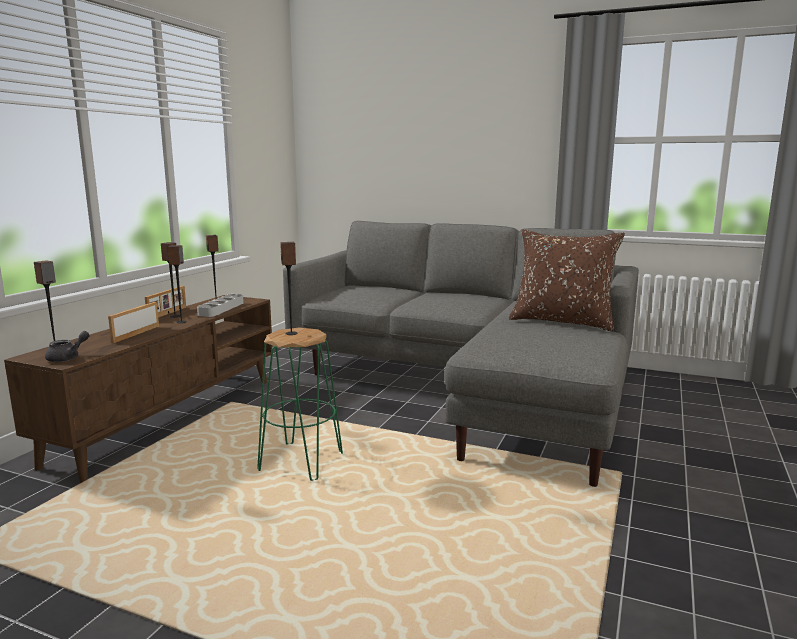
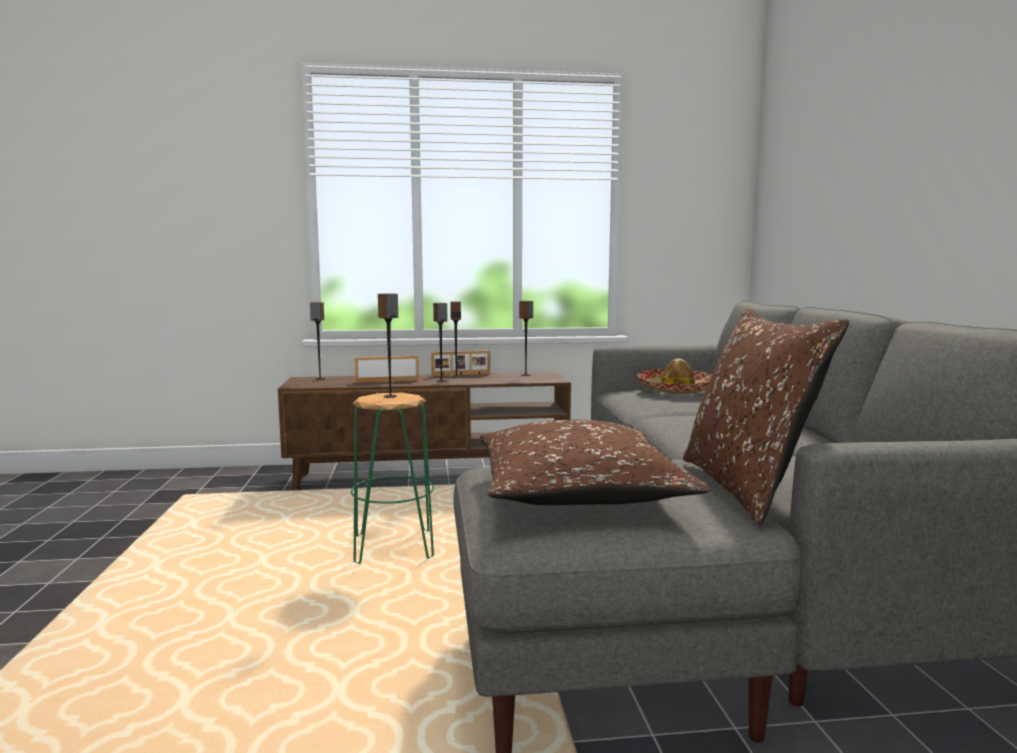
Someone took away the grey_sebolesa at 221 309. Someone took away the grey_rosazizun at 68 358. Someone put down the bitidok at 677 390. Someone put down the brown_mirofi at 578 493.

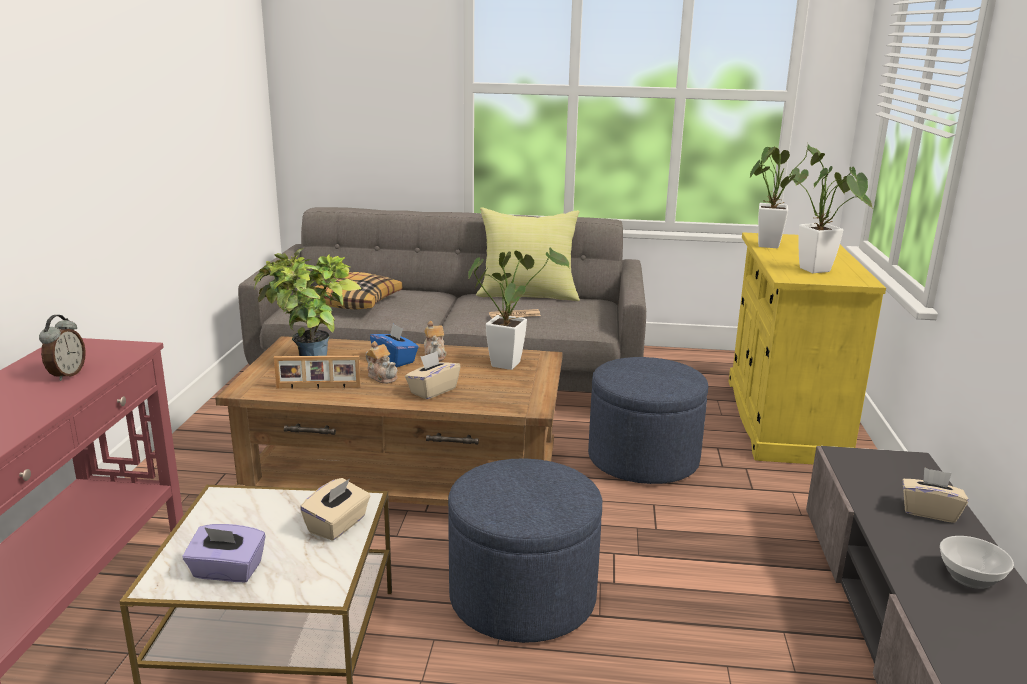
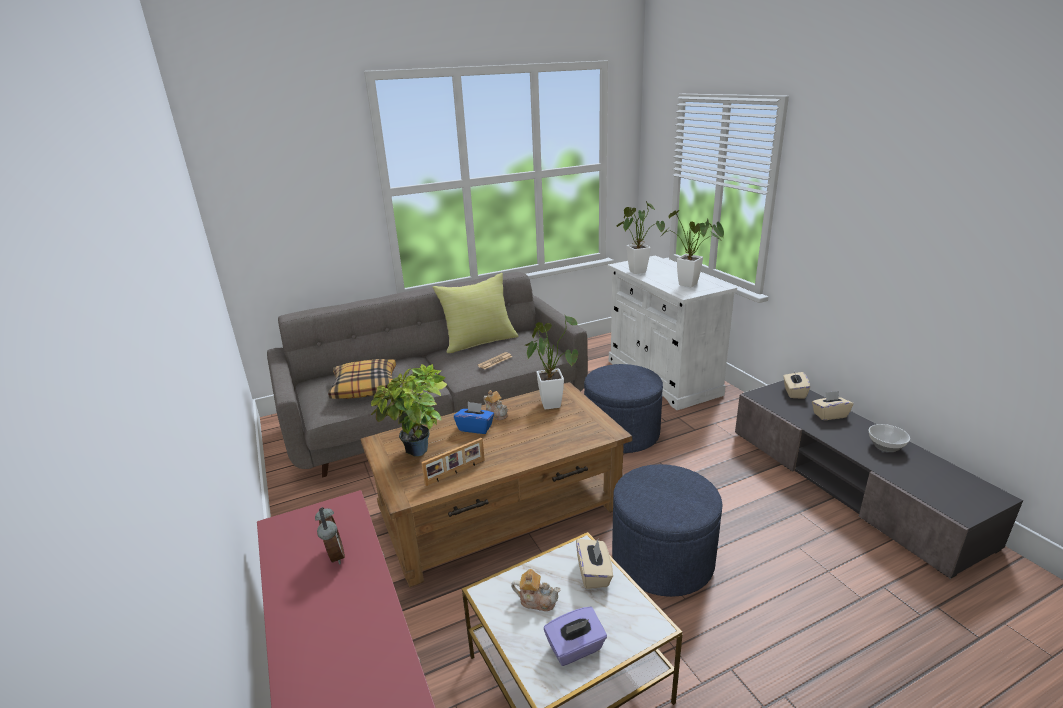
Someone repainted the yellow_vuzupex at 783 420, which became the white_vuzupex at 662 377. Someone carried the rosazizun from 382 376 to 537 600. Someone carried the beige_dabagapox from 432 391 to 794 392.

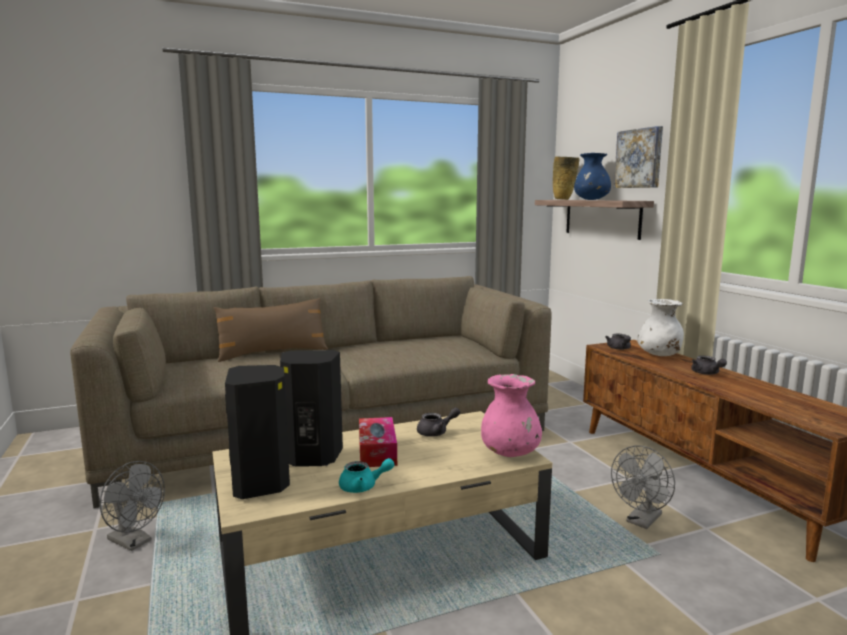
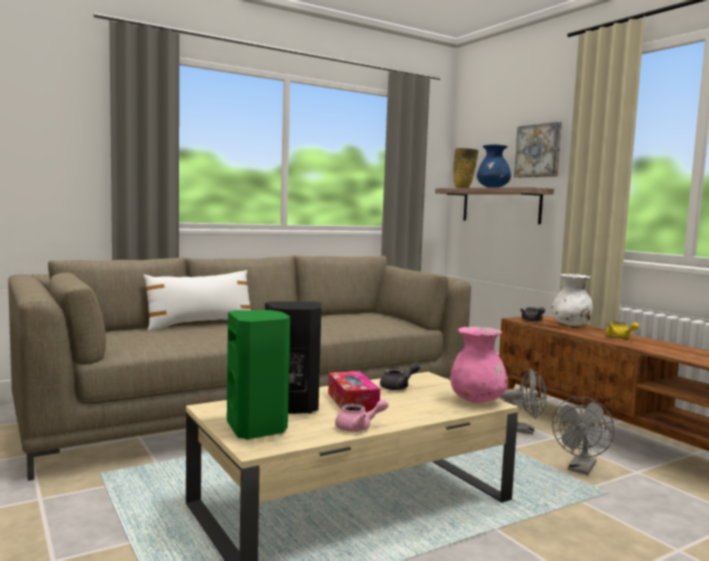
Someone repainted the brown_mirofi at 273 353, which became the white_mirofi at 200 324. Someone repainted the grey_rosazizun at 707 373, which became the yellow_rosazizun at 620 337. Someone repainted the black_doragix at 262 484, which became the green_doragix at 258 428. Someone repainted the turquoise_rosazizun at 363 487, which became the pink_rosazizun at 359 428. Someone carried the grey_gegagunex from 134 542 to 524 430.

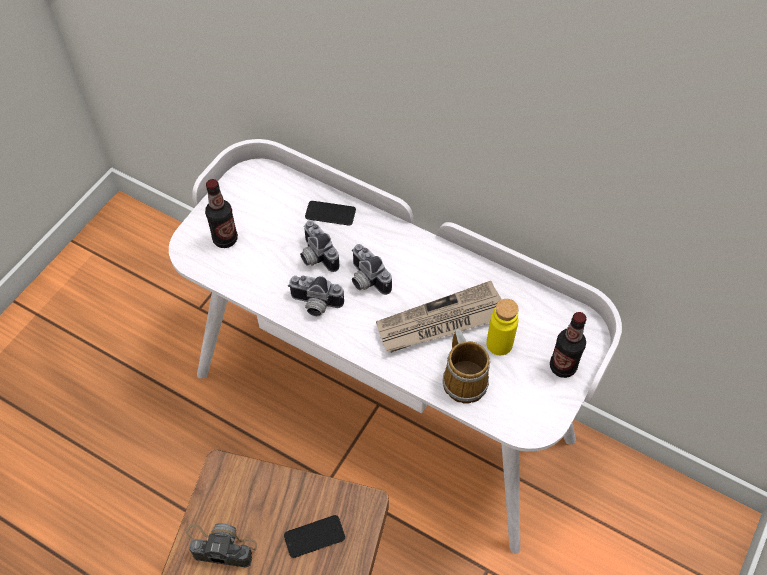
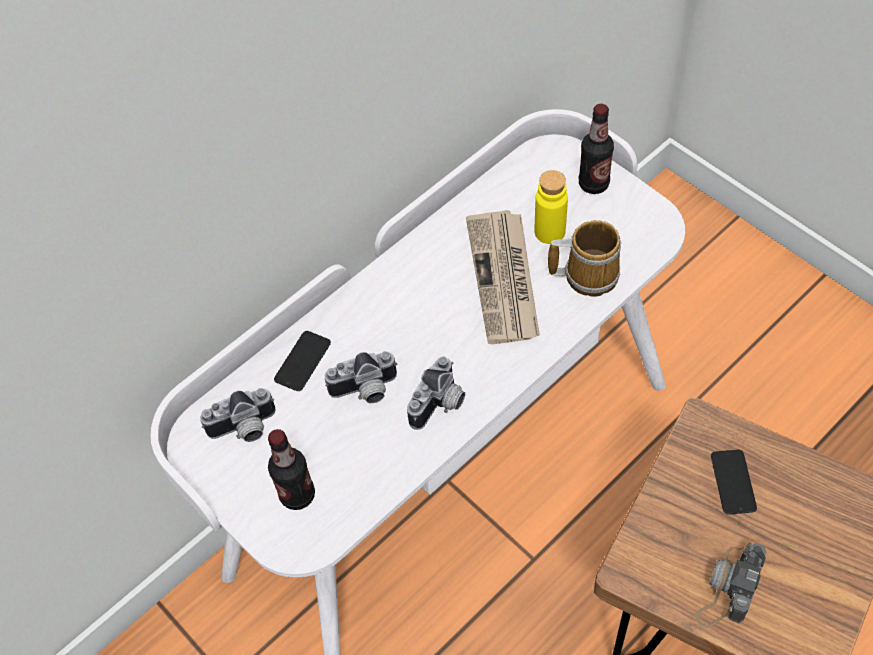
Someone carried the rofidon from 365 280 to 244 429.

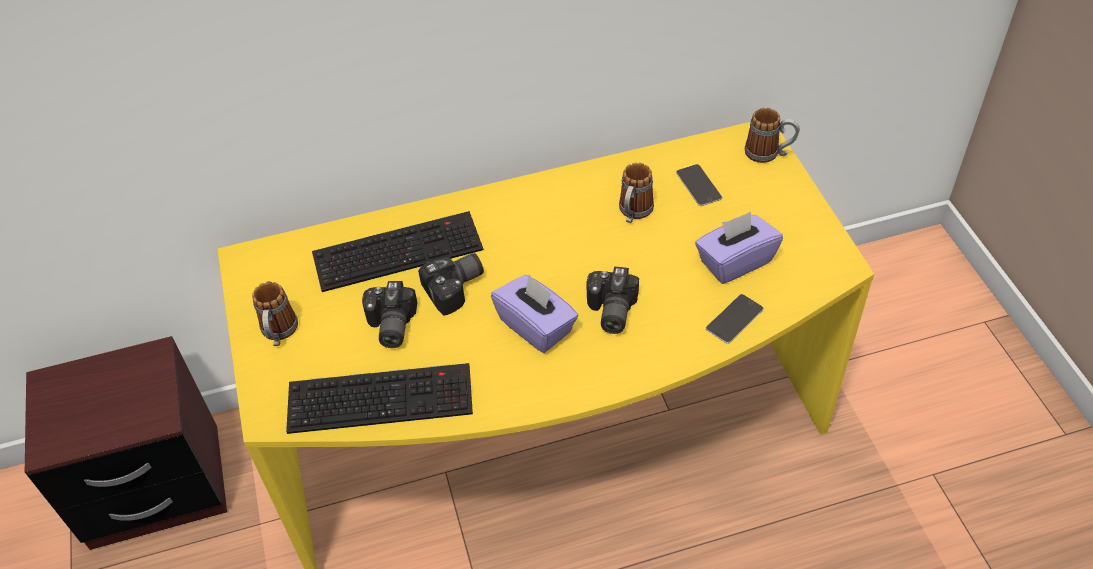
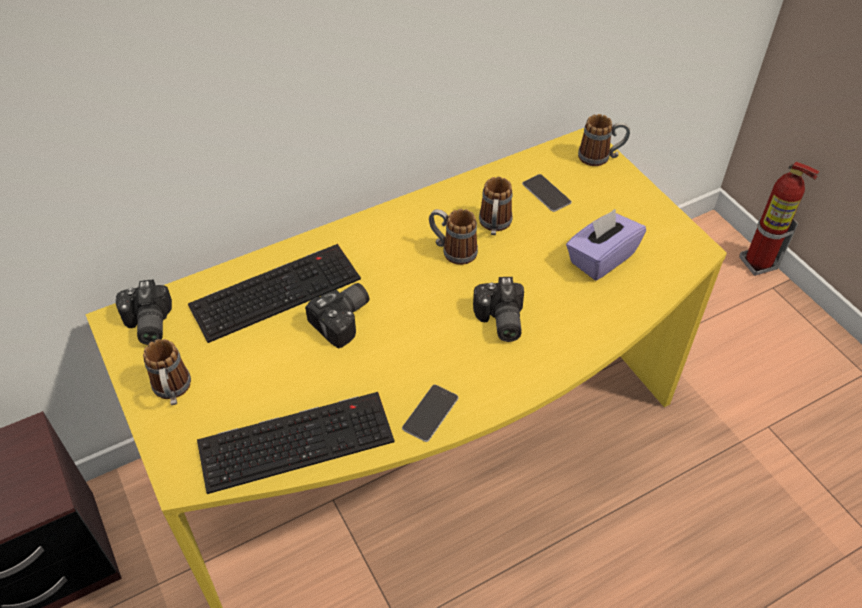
Someone took away the purple_dabagapox at 536 326. Someone carried the rofidon from 389 326 to 146 325. Someone carried the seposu from 734 319 to 430 413. Someone put down the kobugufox at 758 264. Someone put down the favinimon at 452 250.

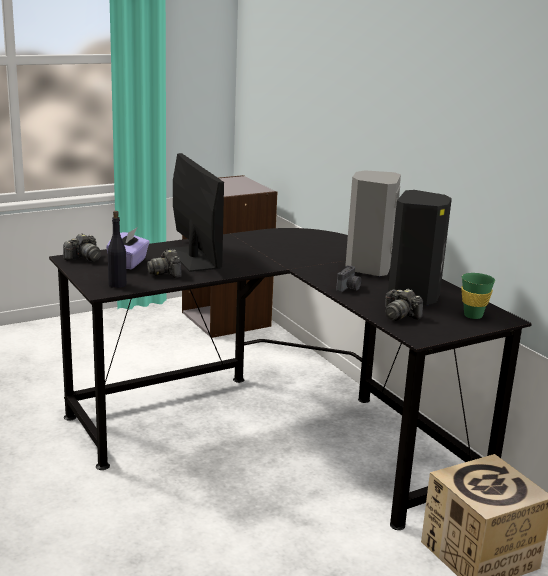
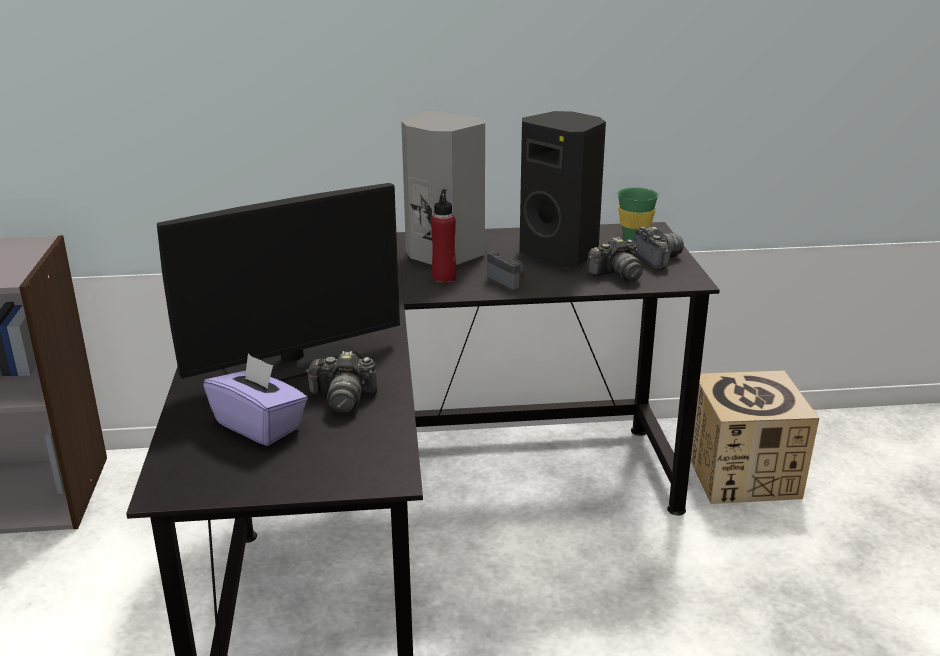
Someone rotated the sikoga at 193 258 by 150 degrees clockwise. Someone took away the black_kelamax at 117 285. Someone carried the rofidon from 84 258 to 657 259. Someone put down the red_kelamax at 444 277.

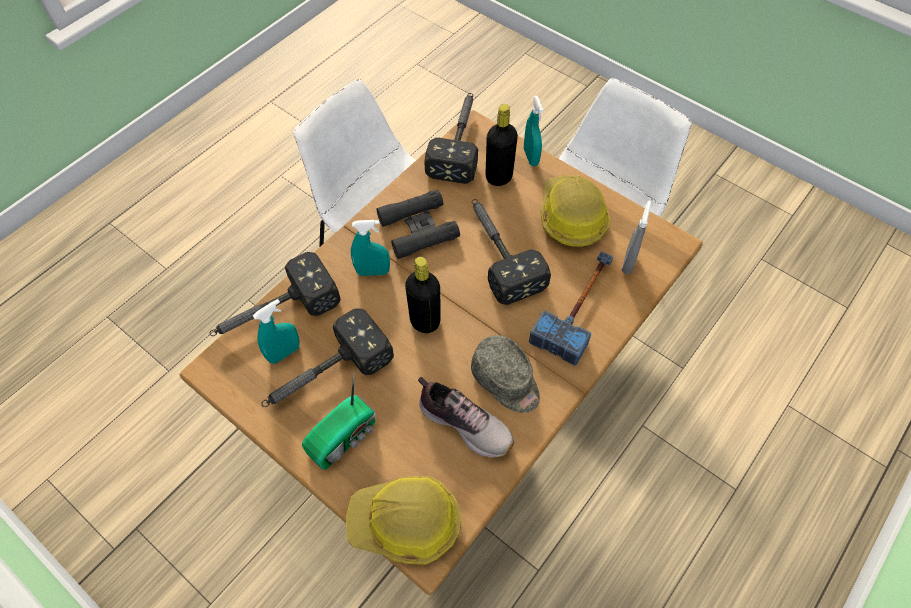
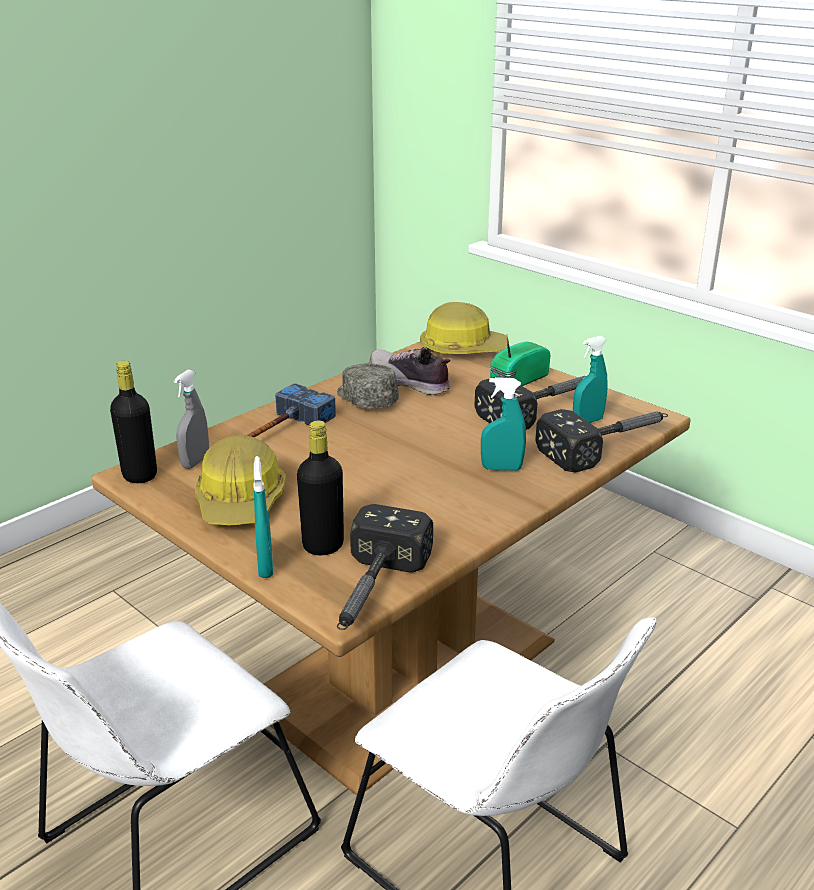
Someone took away the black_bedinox at 418 229. Someone took away the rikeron at 498 252. Someone carried the black_kelamax from 425 321 to 140 475.

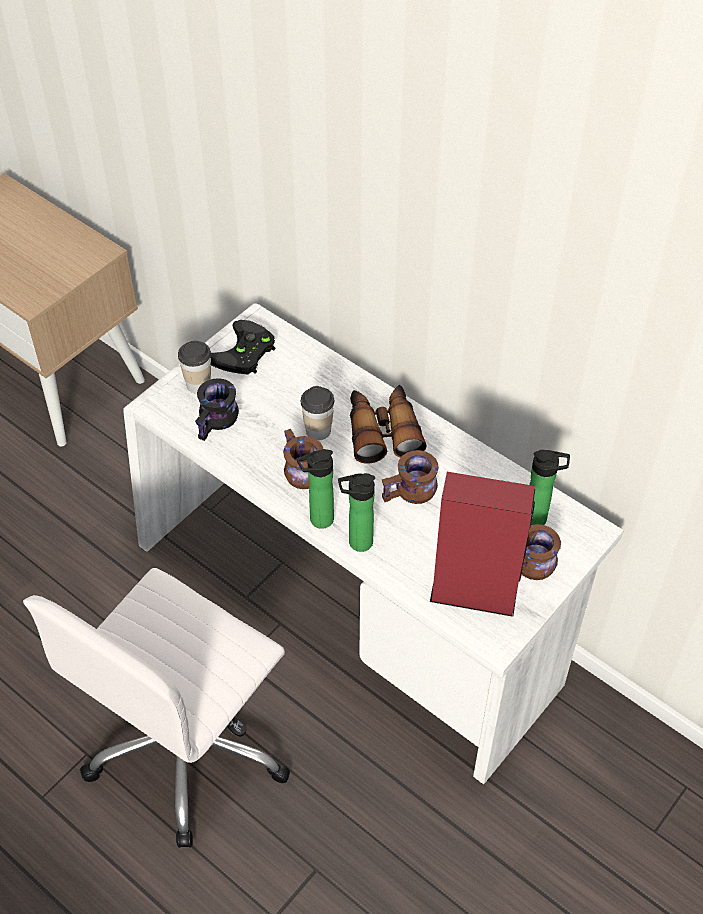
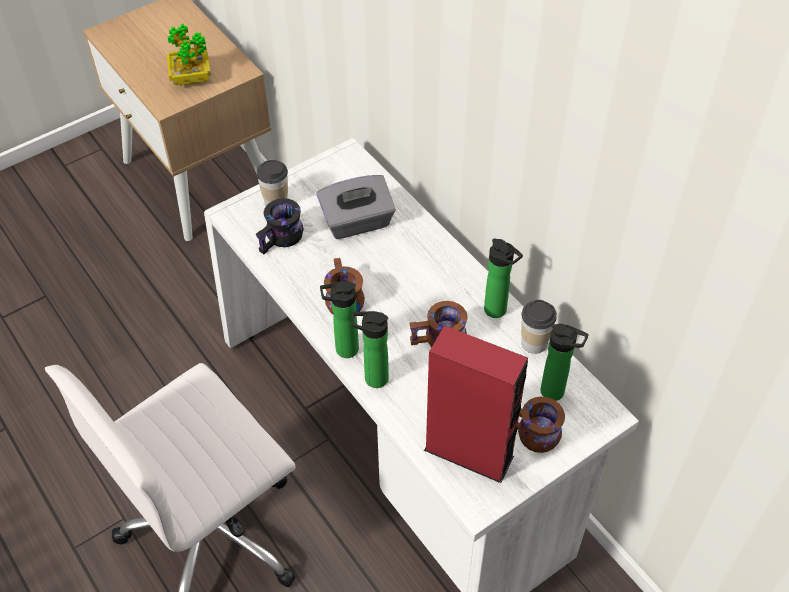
Someone took away the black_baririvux at 243 354. Someone took away the bedinox at 383 430. Someone carried the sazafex from 318 430 to 534 343. Someone put down the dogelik at 191 78. Someone put down the grey_dabagapox at 357 222. Someone put down the kelamax at 498 311.

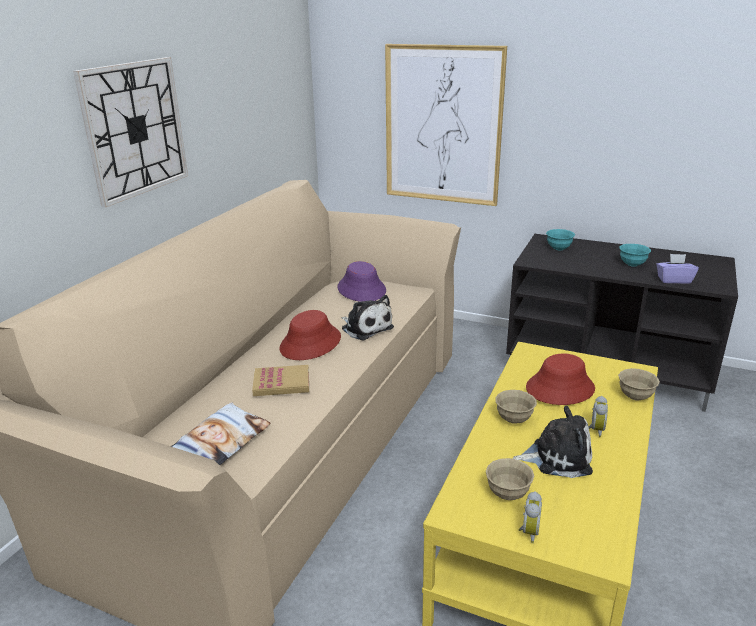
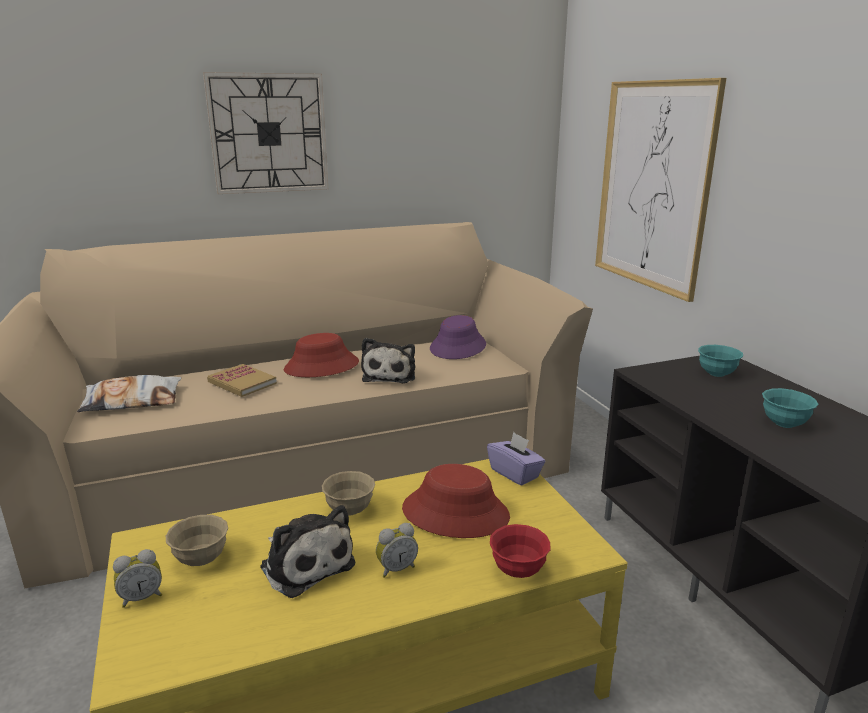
Someone carried the purple_dabagapox from 674 280 to 515 473. Someone repainted the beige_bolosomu at 635 396, which became the red_bolosomu at 518 570.

